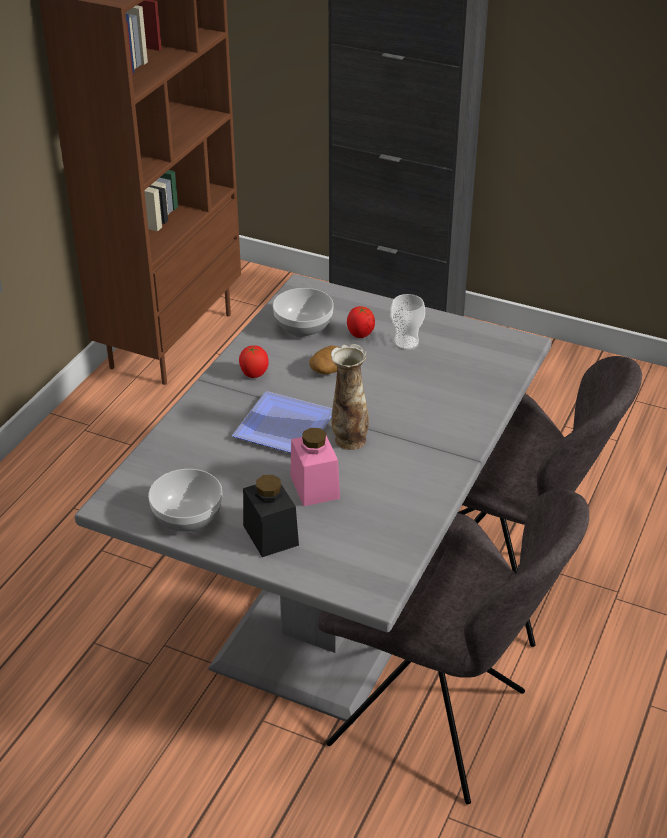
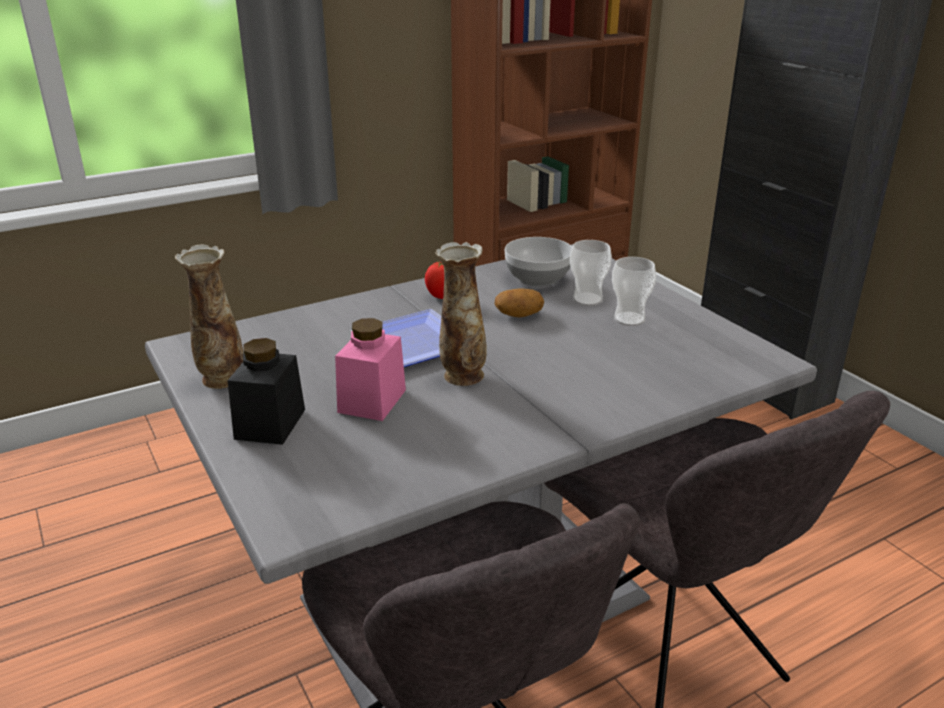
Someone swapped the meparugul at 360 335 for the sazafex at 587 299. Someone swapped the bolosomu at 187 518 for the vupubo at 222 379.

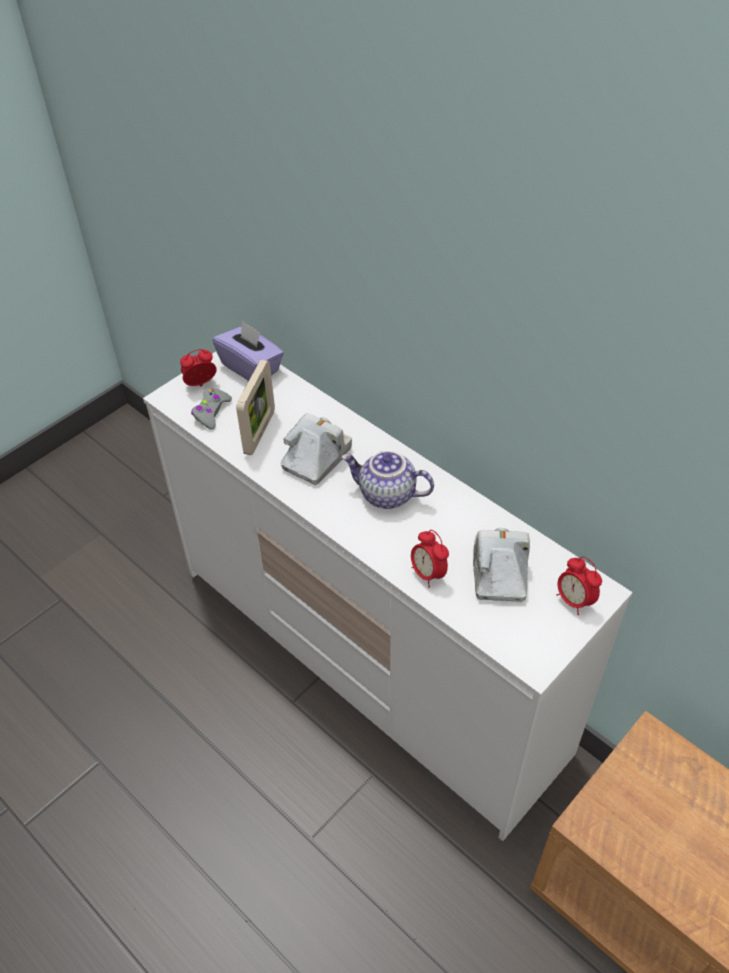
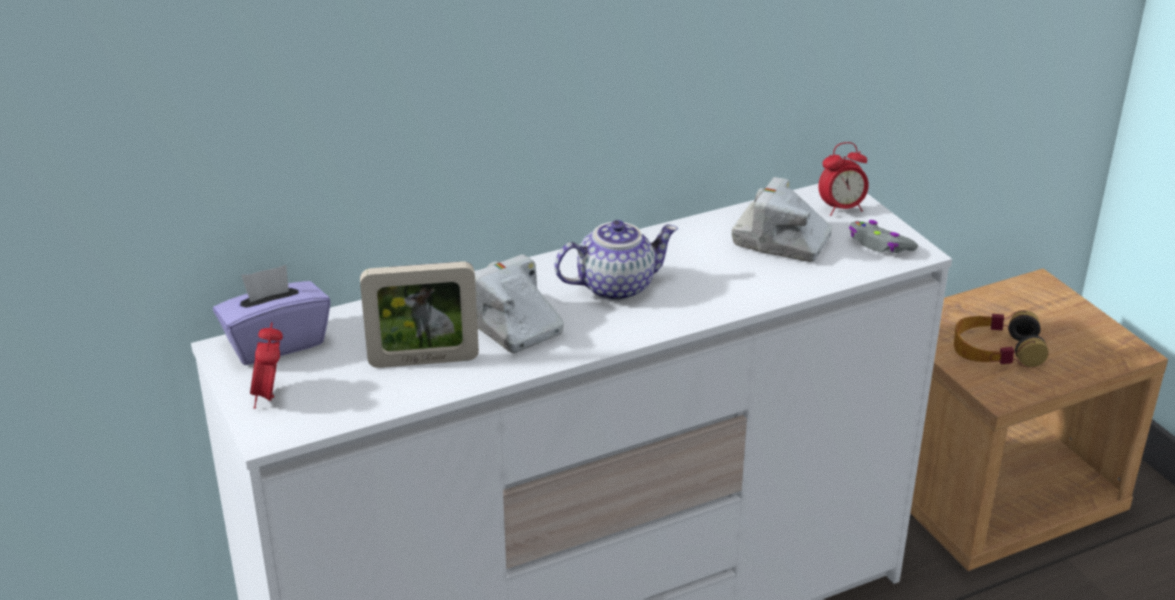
Someone rotated the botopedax at 260 432 by 135 degrees clockwise. Someone carried the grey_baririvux from 211 412 to 879 245. Someone rotated the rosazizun at 386 495 by 150 degrees counterclockwise. Someone took away the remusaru at 428 574. Someone put down the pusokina at 996 350.

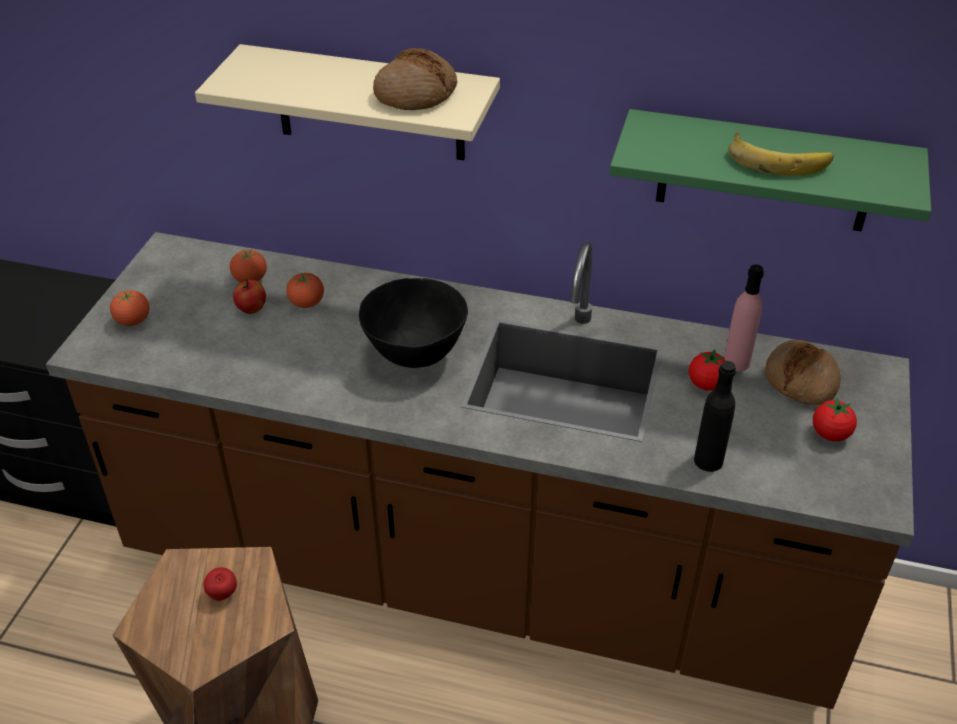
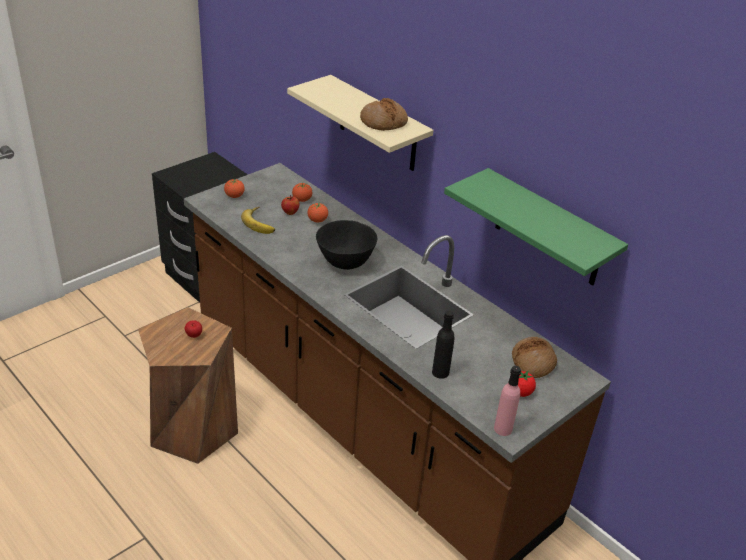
Someone carried the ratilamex from 777 158 to 261 223. Someone carried the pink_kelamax from 736 362 to 503 429. Someone took away the meparugul at 706 384.

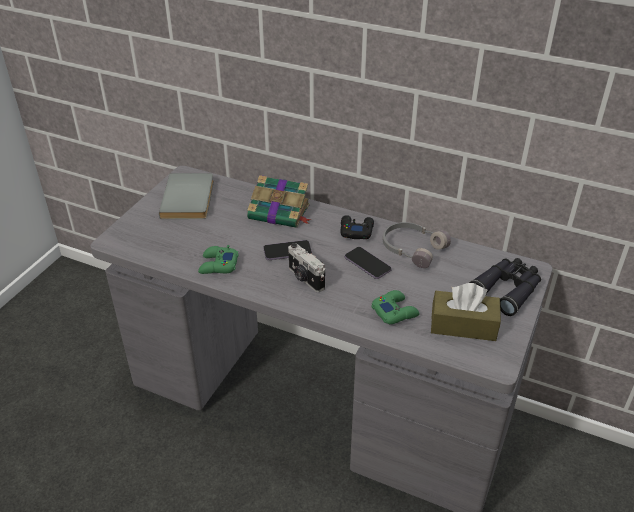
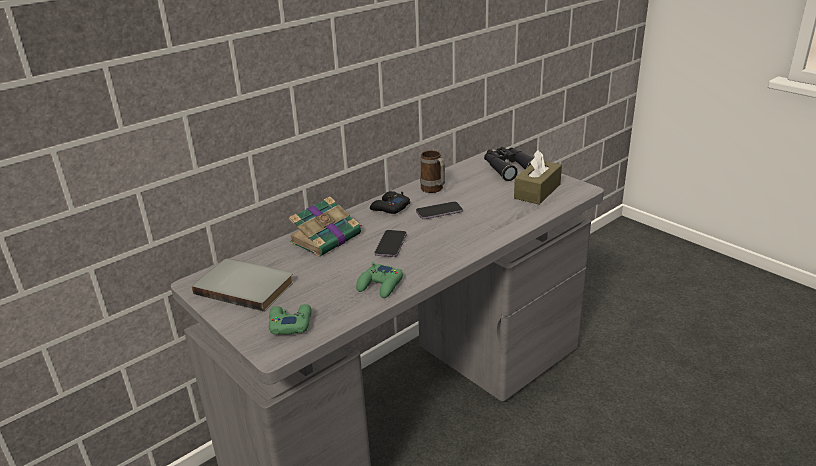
Someone swapped the grey_pusokina at 412 248 for the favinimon at 434 190. Someone took away the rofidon at 305 278. Someone carried the green_baririvux from 395 311 to 290 324.

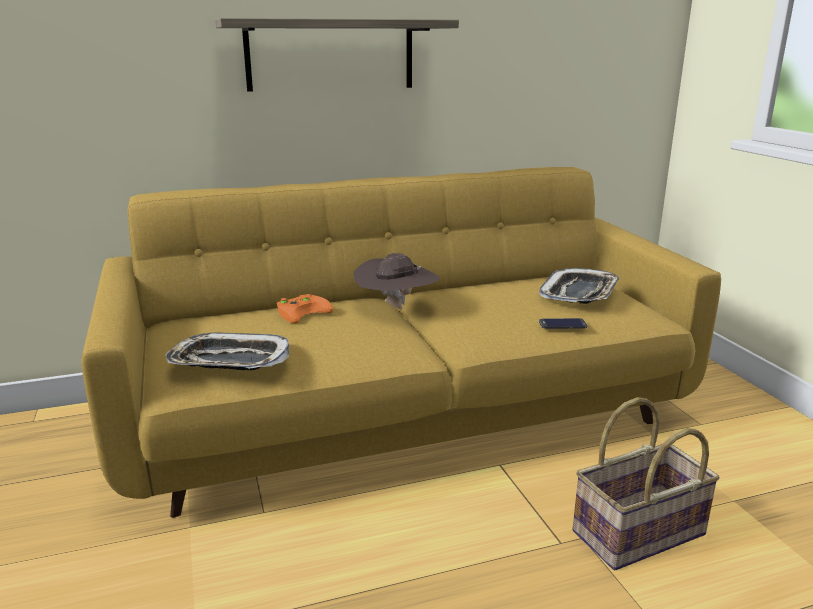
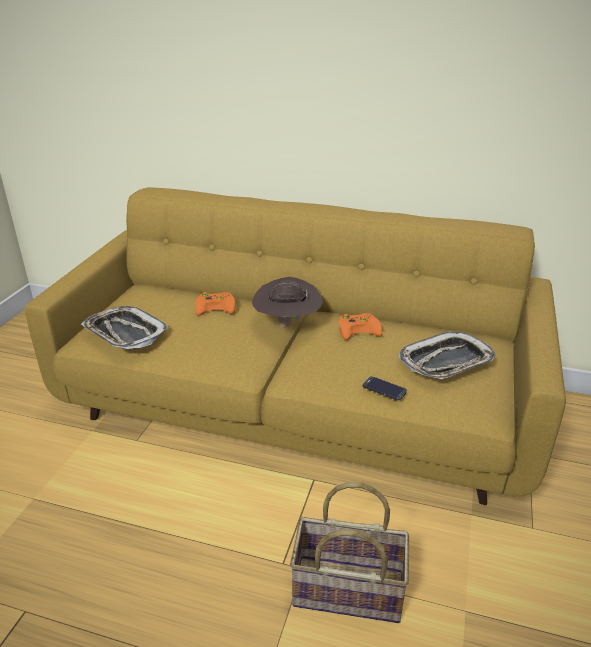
Someone took away the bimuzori at 330 55. Someone put down the orange_baririvux at 359 328.

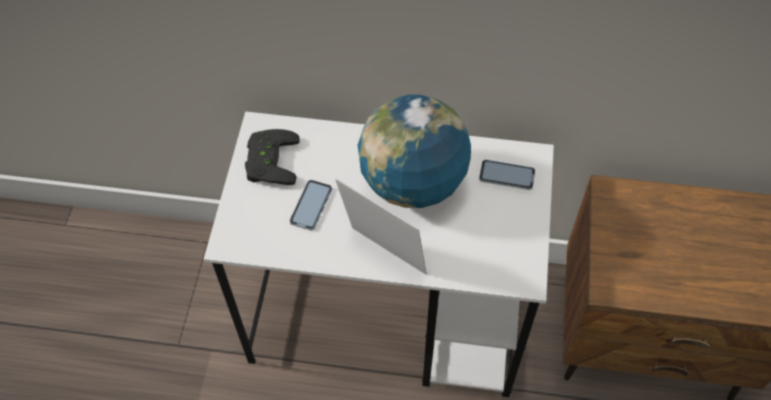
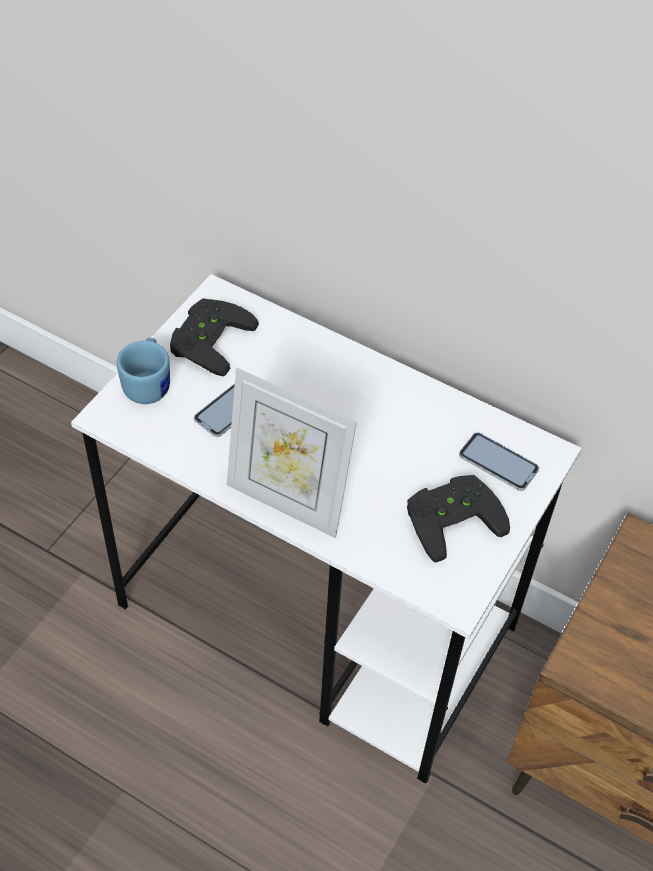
Someone took away the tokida at 413 183. Someone rotated the botopedax at 383 257 by 150 degrees clockwise. Someone put down the blue_favinimon at 149 383. Someone put down the black_baririvux at 451 516.

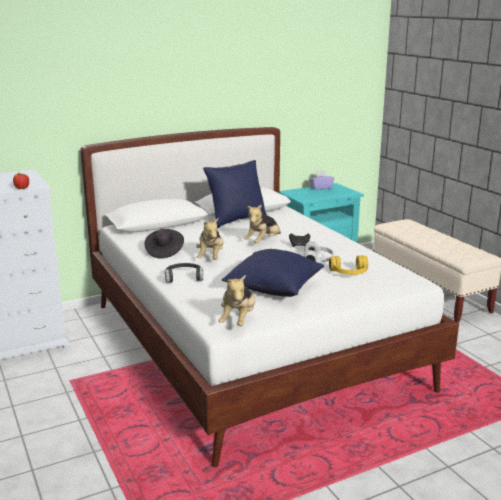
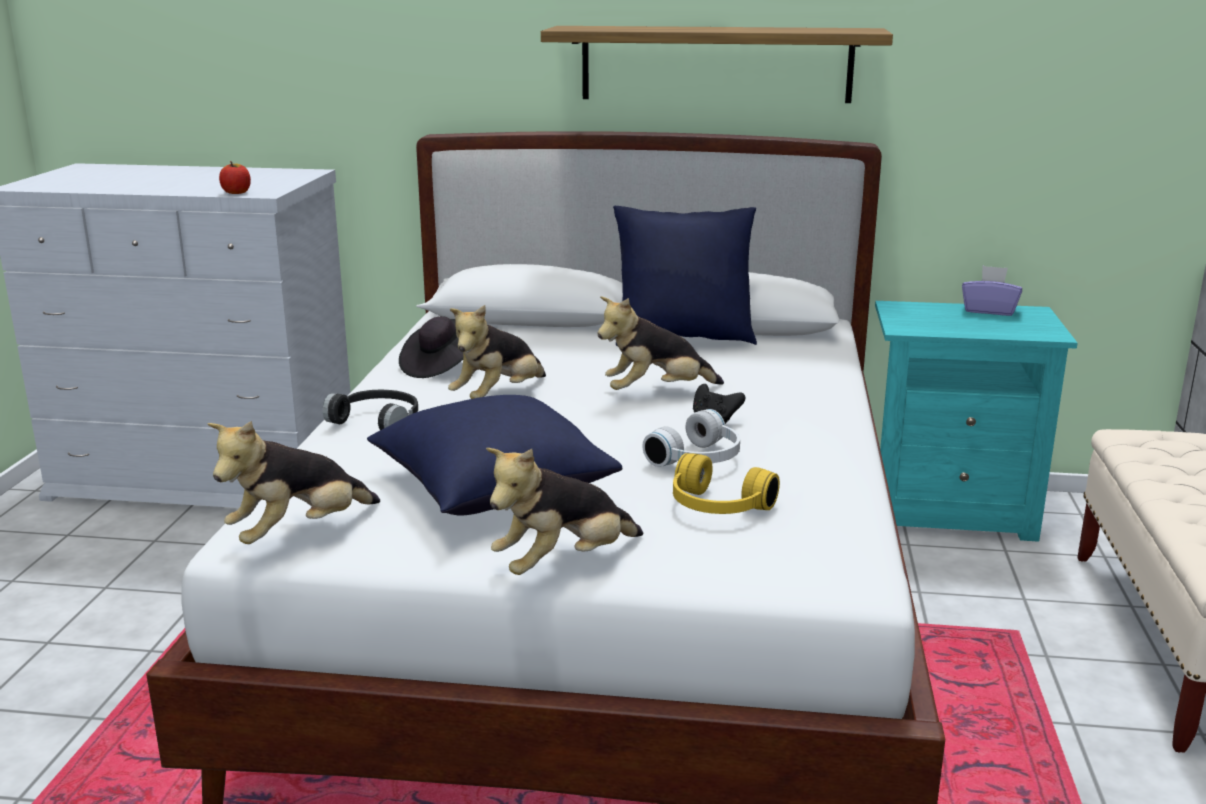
Someone put up the bimuzori at 716 64. Someone put down the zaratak at 563 564.

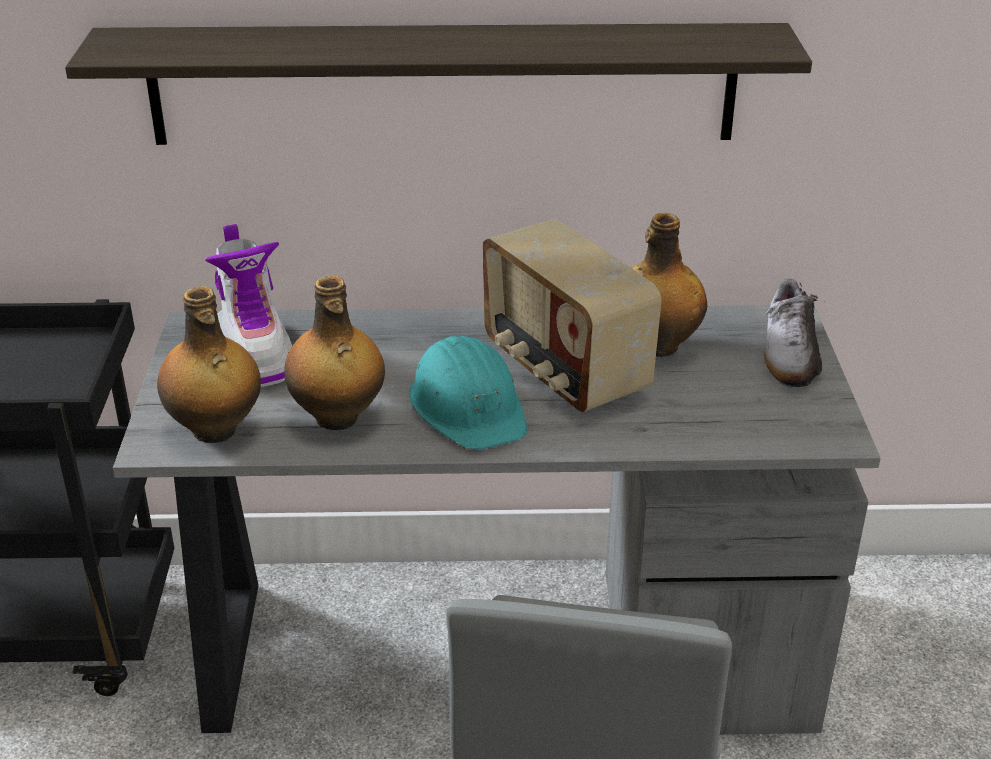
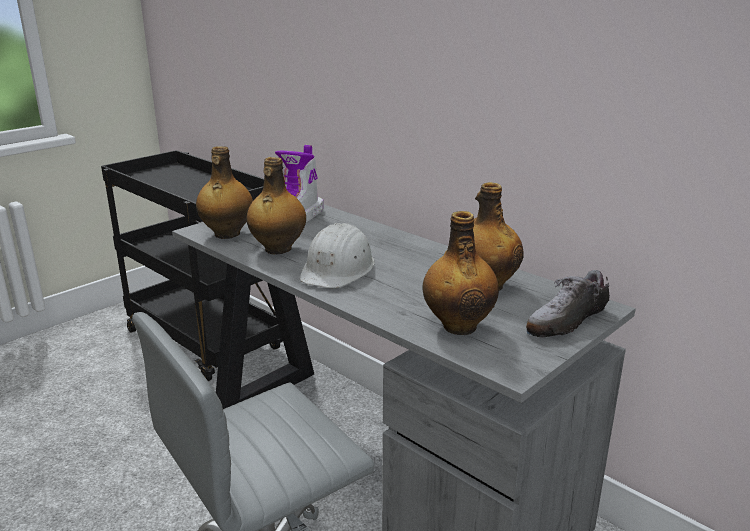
Someone took away the bimuzori at 443 84. Someone took away the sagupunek at 563 369. Someone repainted the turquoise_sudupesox at 468 407, which became the white_sudupesox at 338 269. Someone put down the kelamax at 458 326.

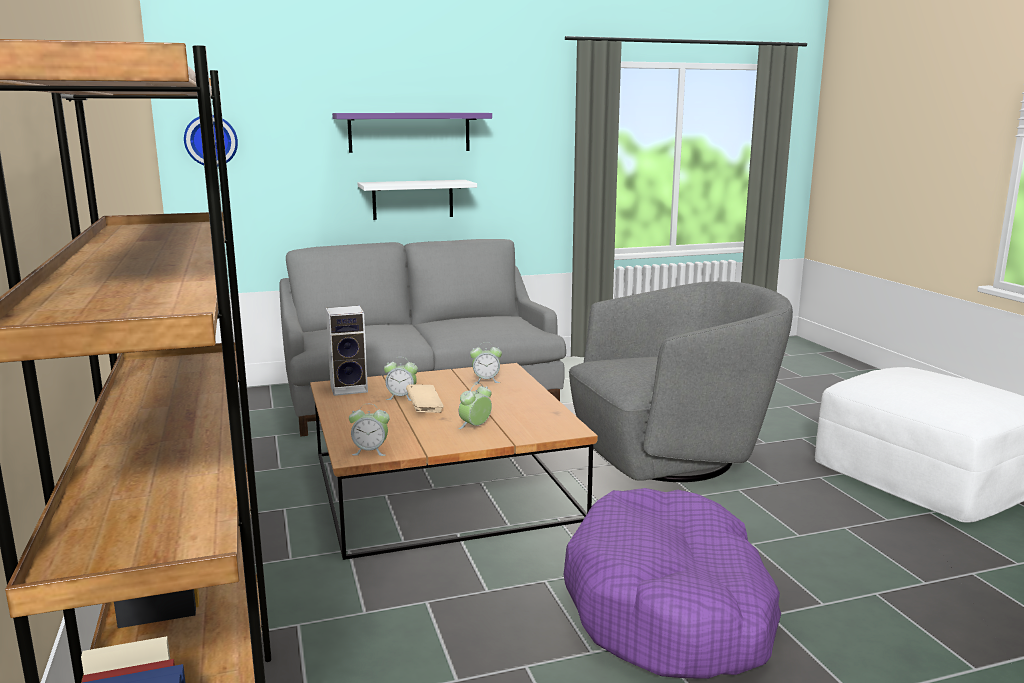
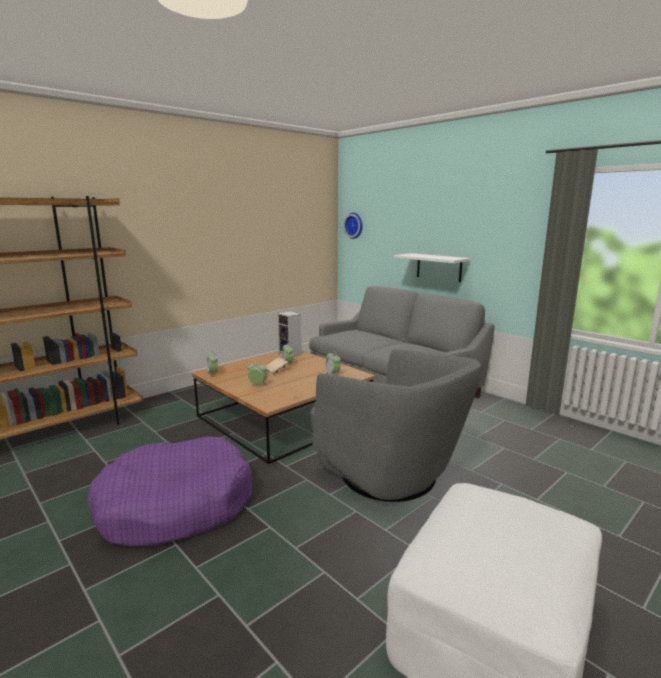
Someone took away the purple_bimuzori at 409 132.

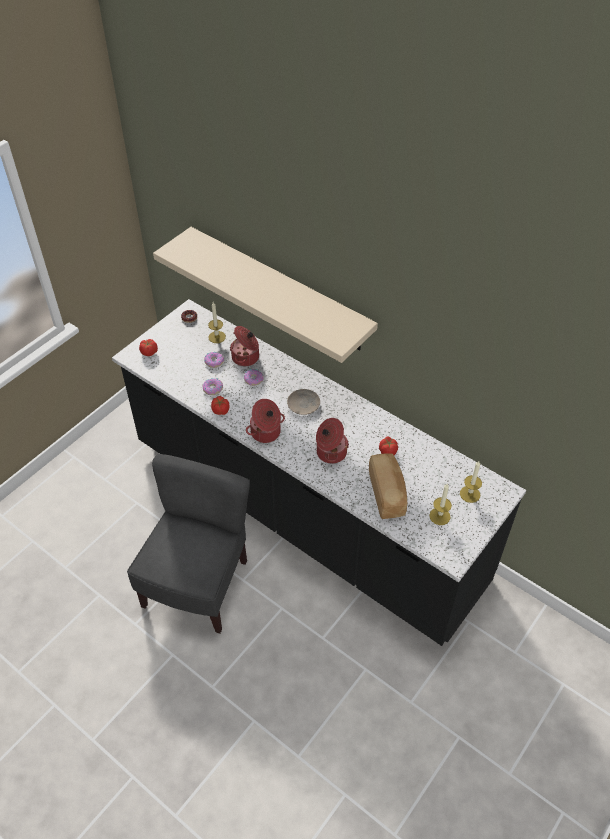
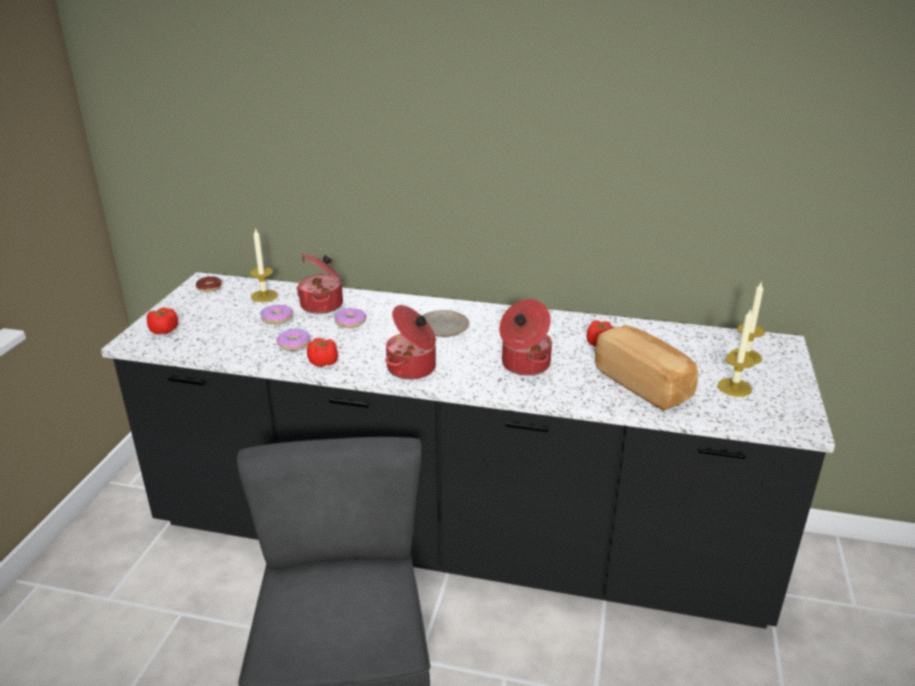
Someone took away the beige_bimuzori at 279 289.

